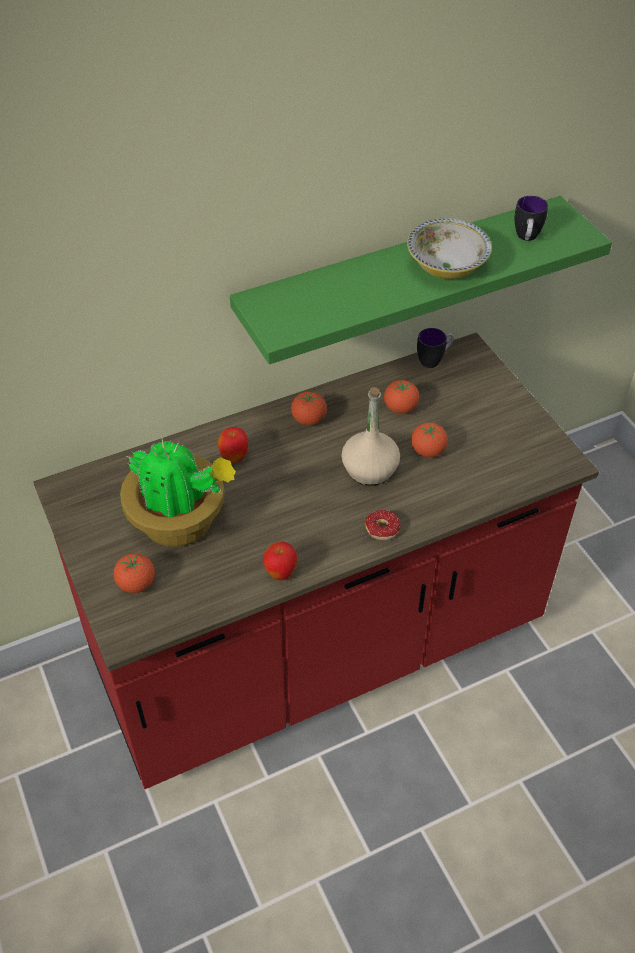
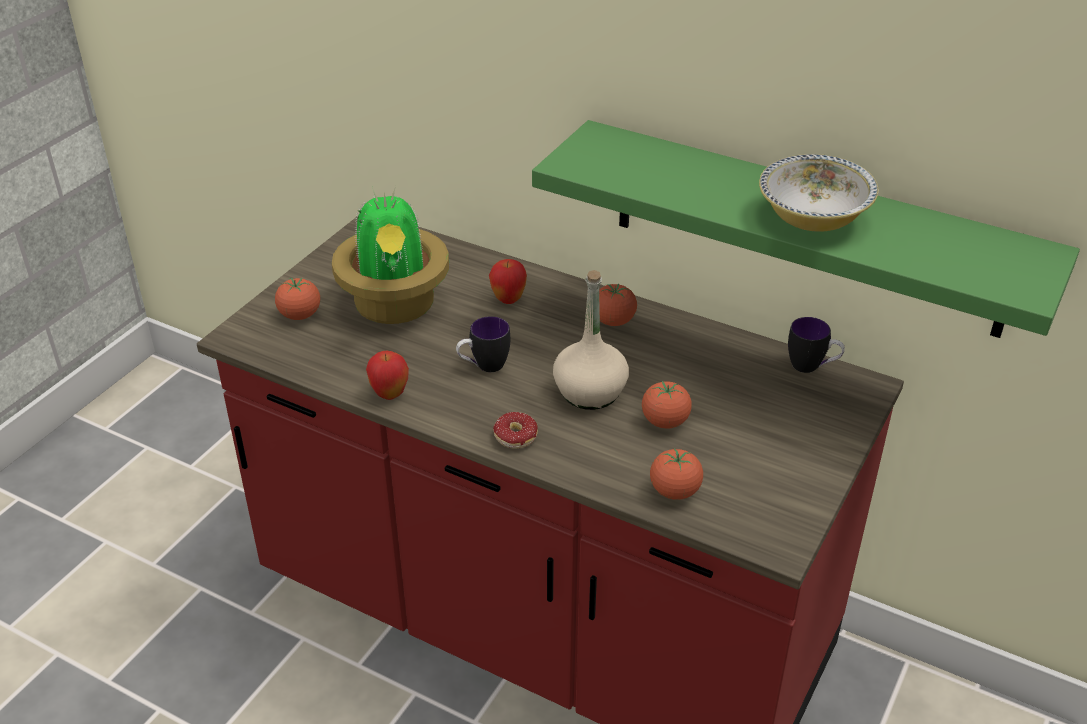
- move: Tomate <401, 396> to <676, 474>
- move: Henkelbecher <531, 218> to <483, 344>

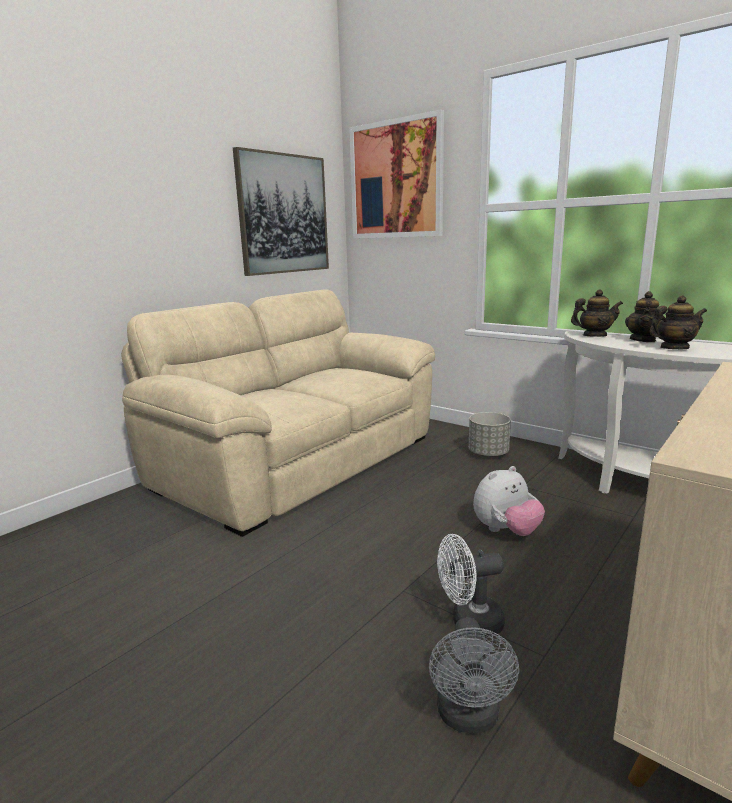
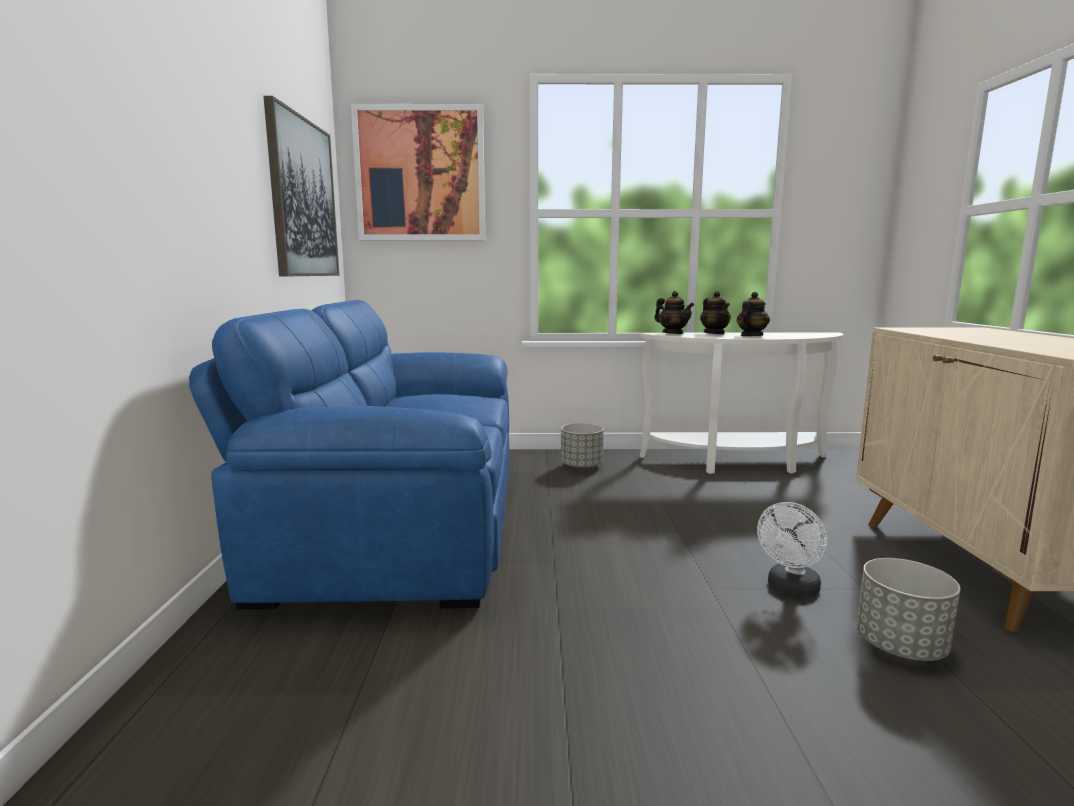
- delete: Plüschtier <509, 501>
- replace: Ventilator [grau] <474, 675> to Pflanzkübel [grau] <908, 609>
- recolor: Sofa [beige] <278, 413> to Sofa [blau] <349, 454>
- rotate: Teekanne <597, 313> = <674, 312> 90 degrees clockwise

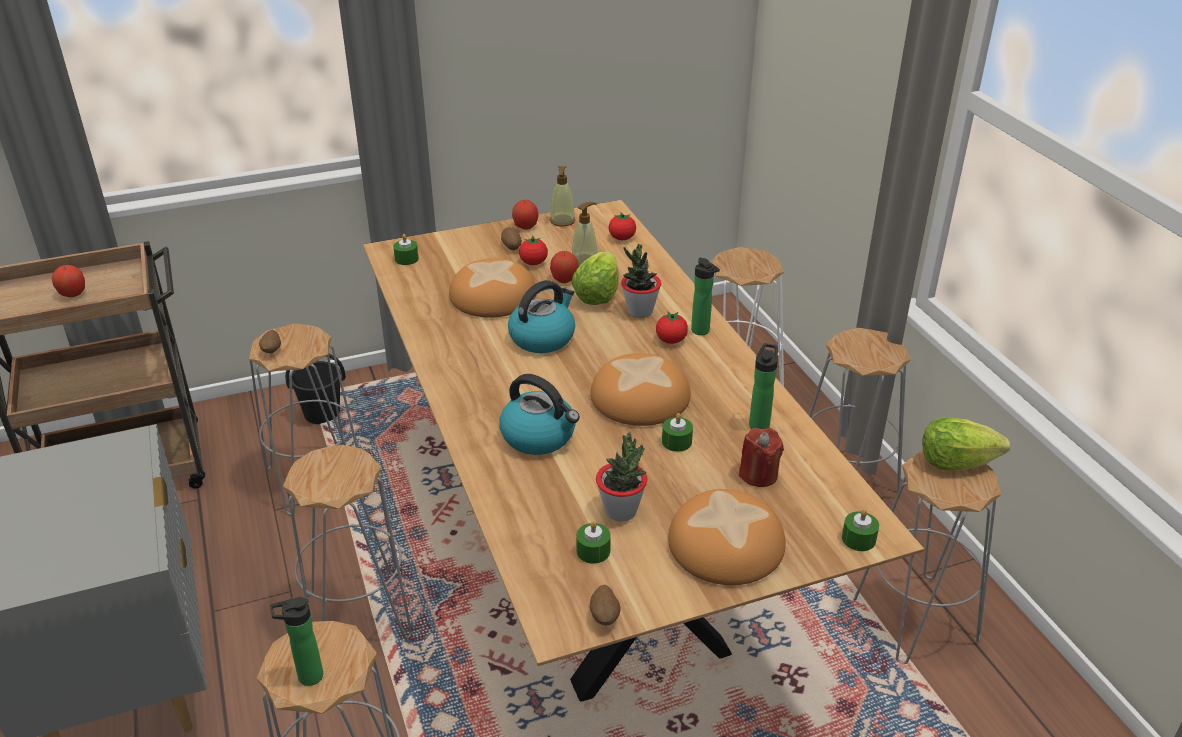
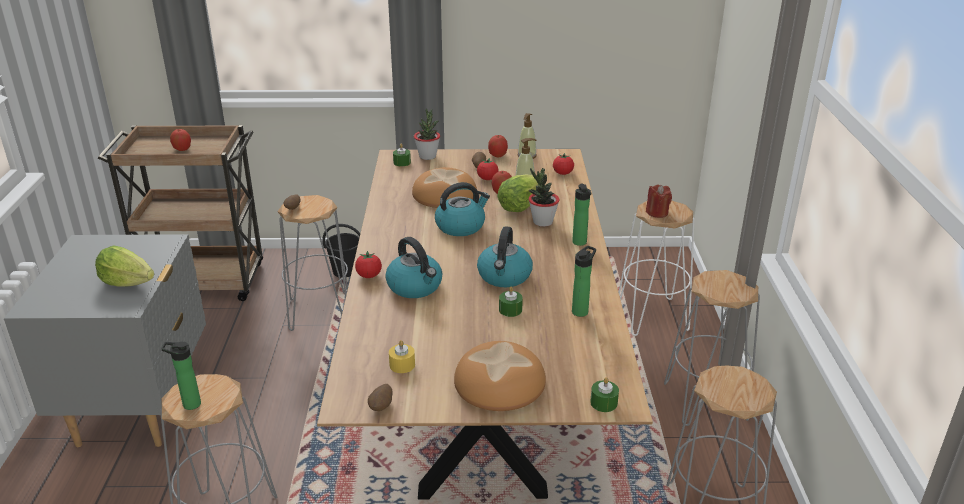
- delete: Hocker [grau] <347, 542>
- move: Topfpflanze <621, 476> to <427, 134>
- move: Tomate <672, 327> to <368, 264>
- move: Kerze [rot] <761, 457> to <659, 201>
- move: Salatkopf <966, 443> to <124, 266>
- replace: Brot <641, 389> to Wasserkessel <505, 256>
- recolor: Kerze [grün] <593, 542> to Kerze [gelb] <402, 356>

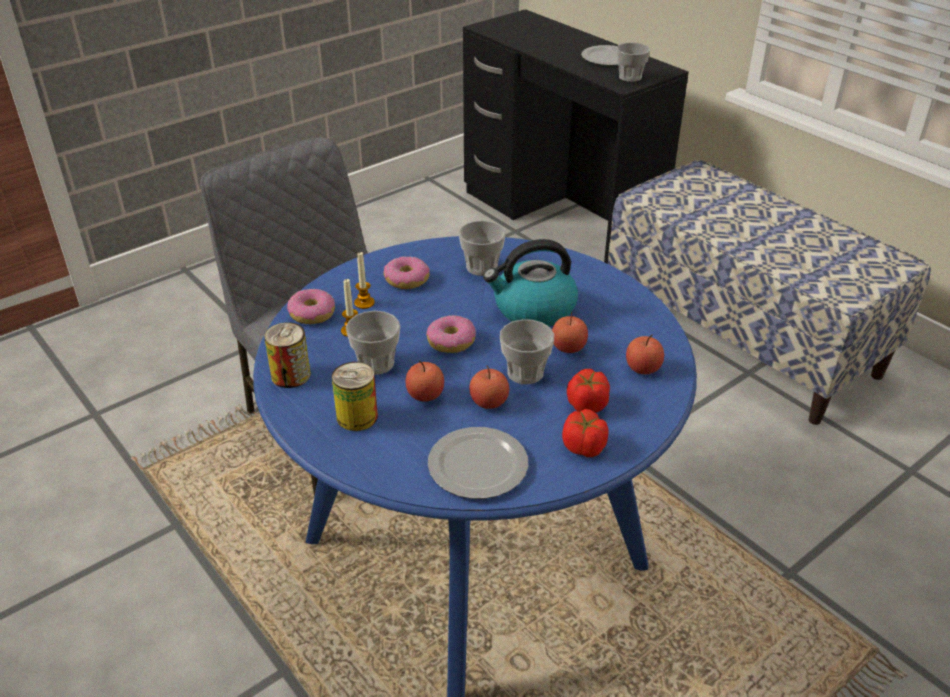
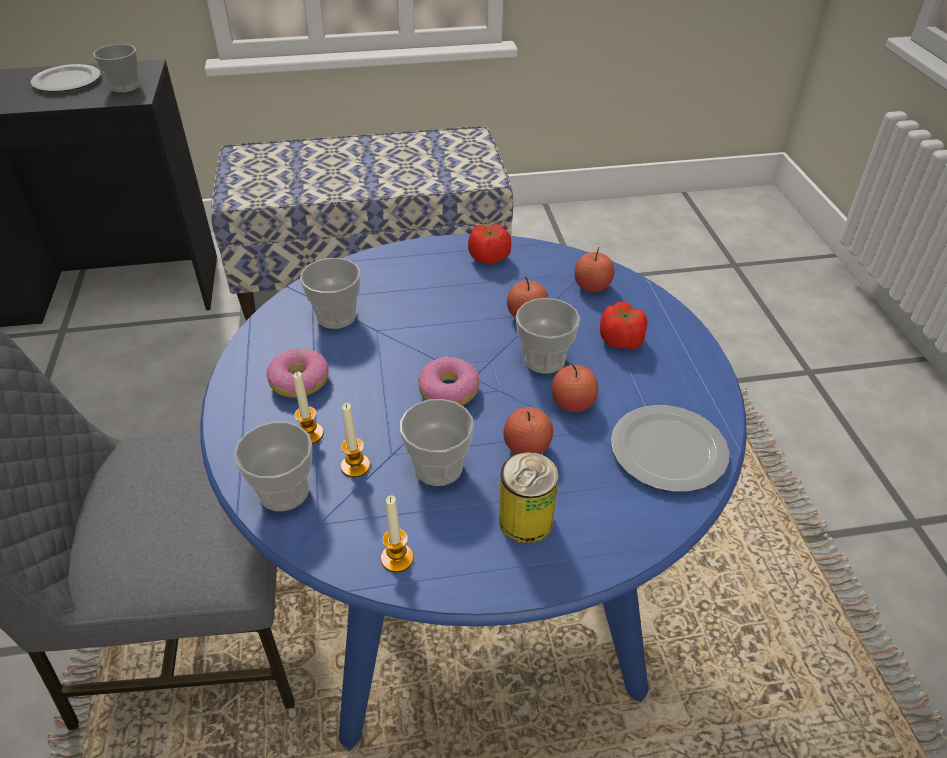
- delete: Wasserkessel <530, 283>
- move: Tomate <585, 433> to <489, 244>
- replace: Dose <287, 355> to Kerze <397, 533>
- replace: Donut <311, 306> to Tasse <273, 466>

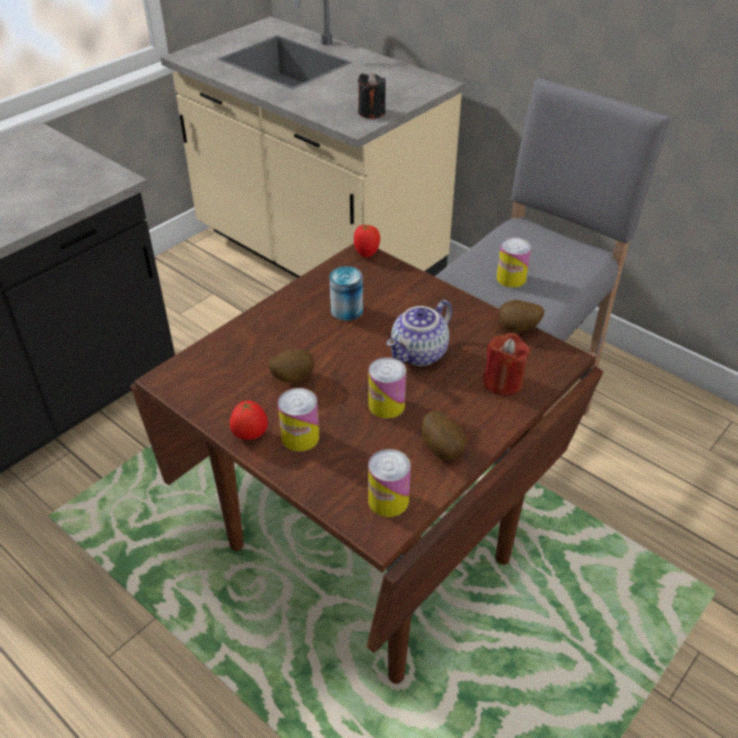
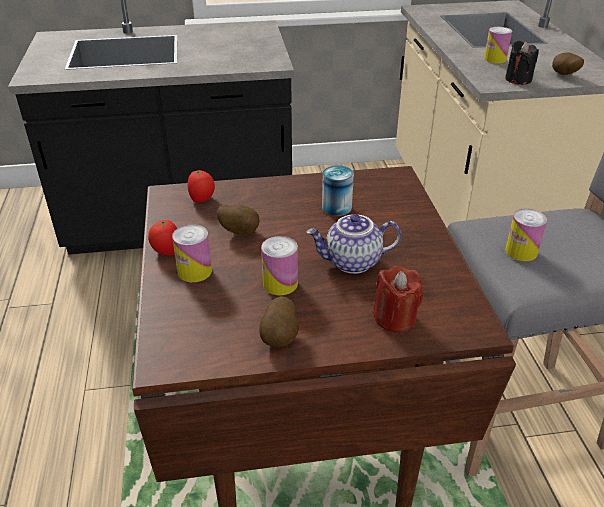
- move: Tomate <367, 241> to <201, 186>
- move: Dose <389, 483> to <498, 45>
- move: Kartoffel <521, 316> to <568, 64>

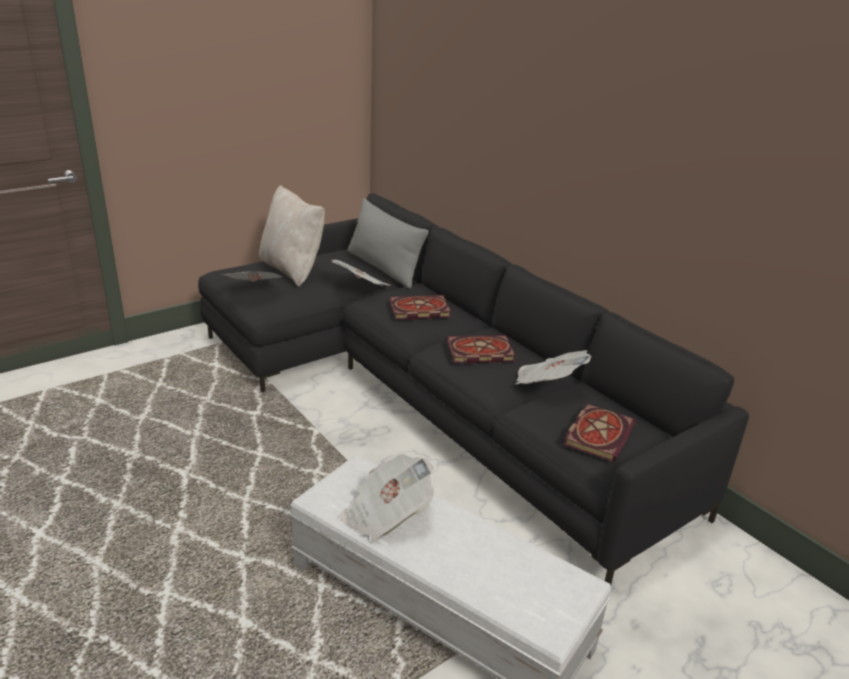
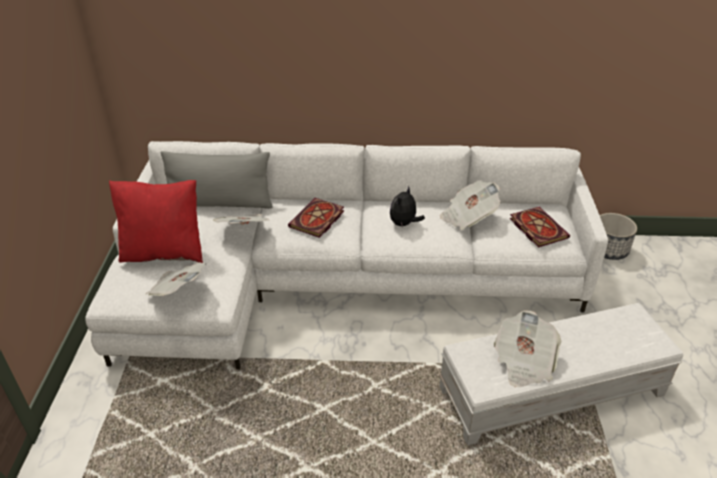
- insert: Pflanzkübel <618, 236>
- replace: Buch <481, 349> to Plüschtier <407, 206>
- recolor: Sofa [schwarz] <473, 389> to Sofa [weiß] <347, 255>
- recolor: Kissen [beige] <292, 236> to Kissen [rot] <156, 221>

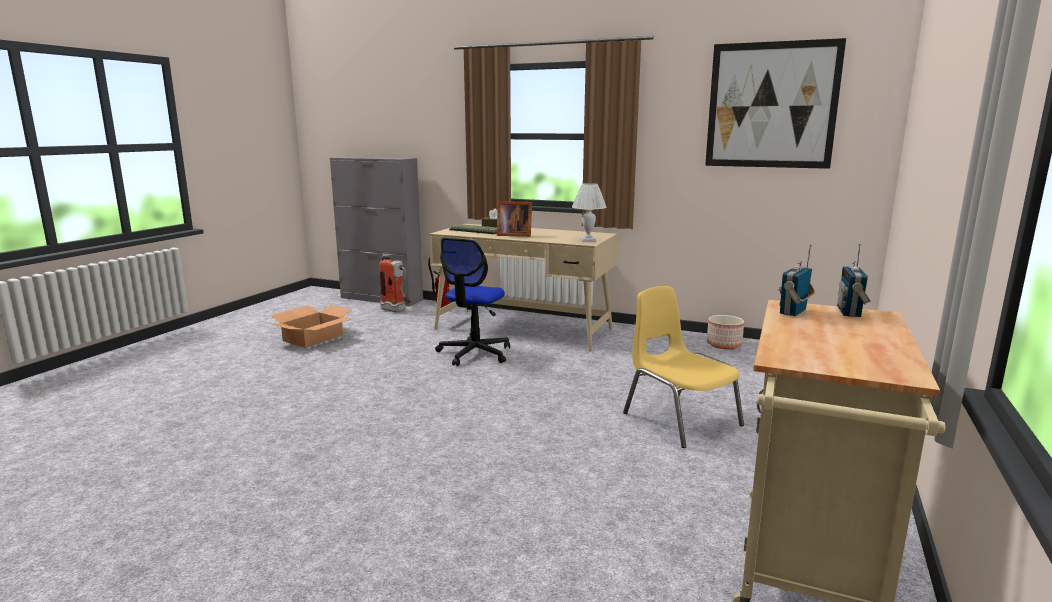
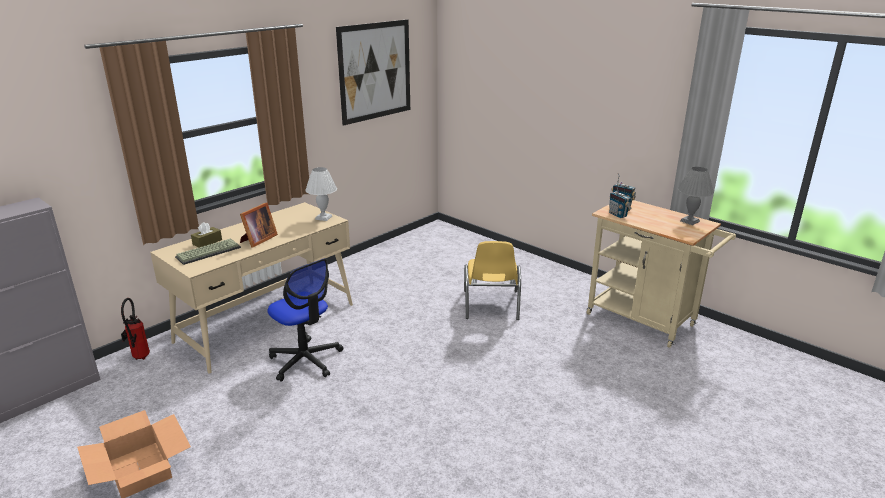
- delete: Feuerlöscher <395, 283>
- delete: Pflanzkübel <725, 332>
- insert: Tischlampe [grau] <696, 196>
- rotate: Stuhl [gelb] <683, 367> = <492, 280> 75 degrees counterclockwise

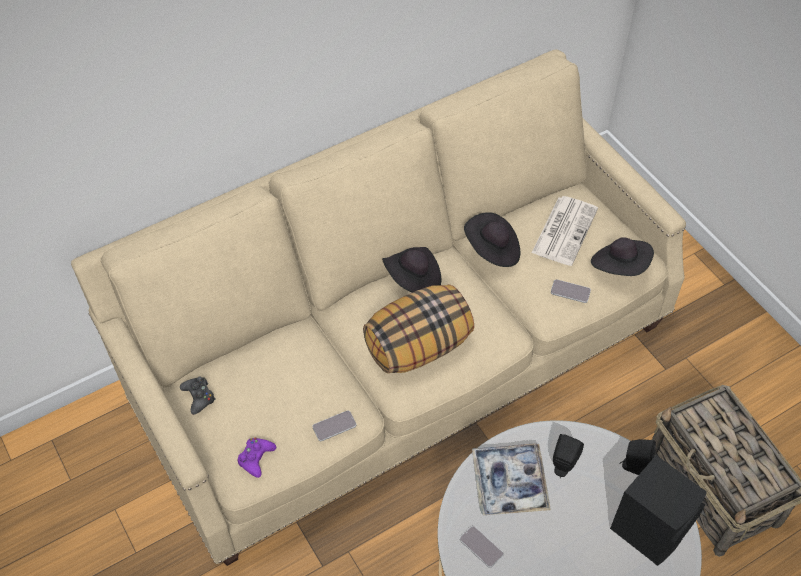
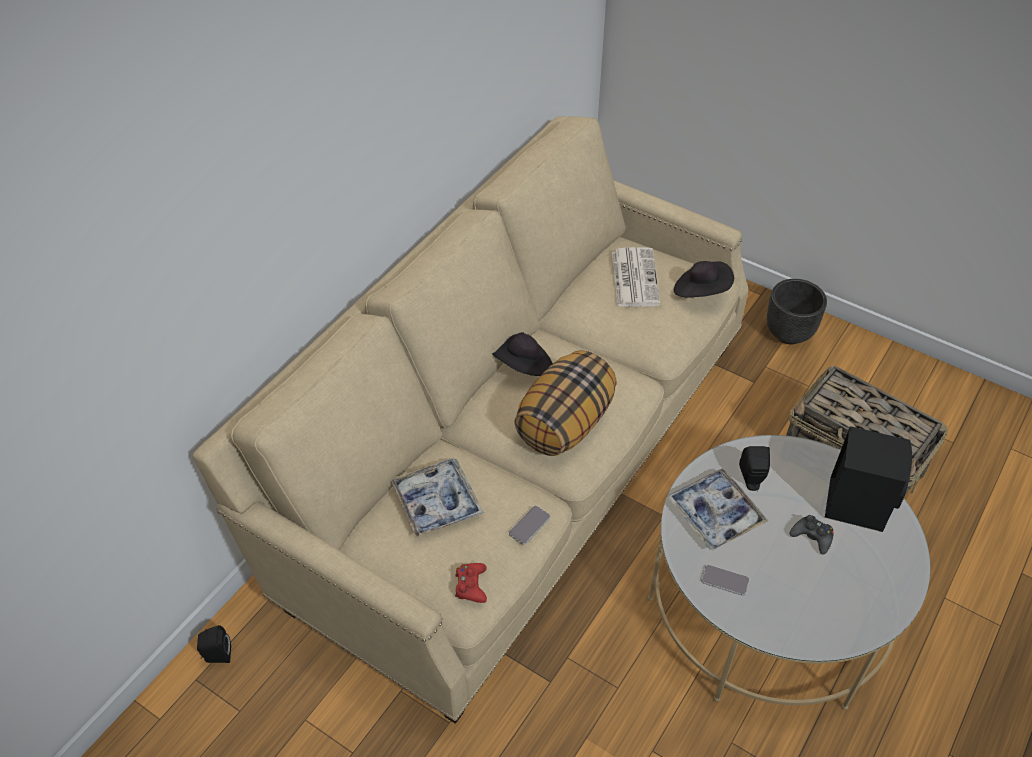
- delete: Hut [schwarz] <492, 239>
- delete: Handy <571, 291>
- insert: Tablett <437, 497>
- insert: Pflanzkübel [schwarz] <797, 311>
- move: Gamepad [schwarz] <198, 396> to <811, 535>
- move: Lautsprecher [schwarz] <637, 457> to <214, 644>
- recolor: Gamepad [lila] <257, 457> to Gamepad [rot] <471, 583>

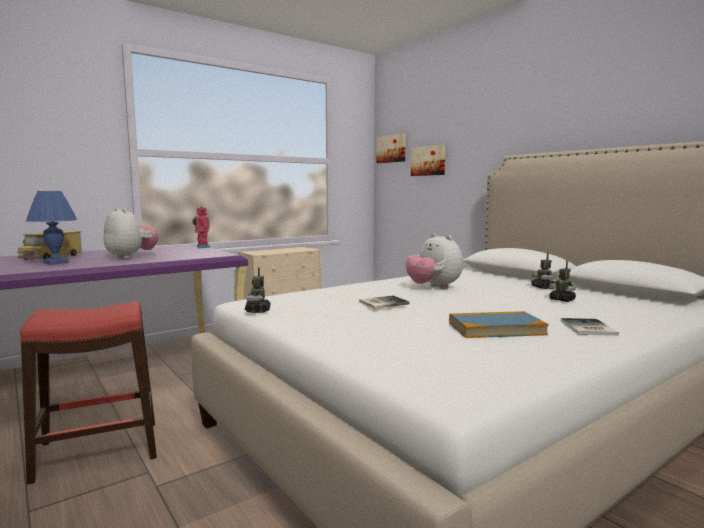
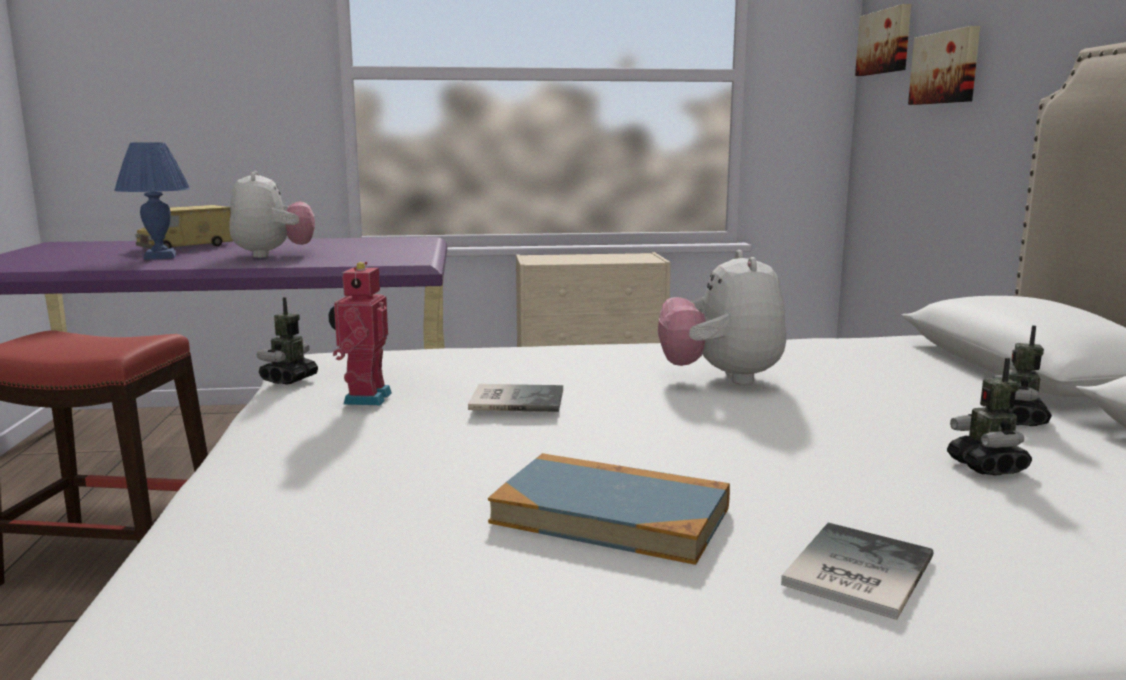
- move: Spielzeugroboter <201, 227> to <360, 333>

